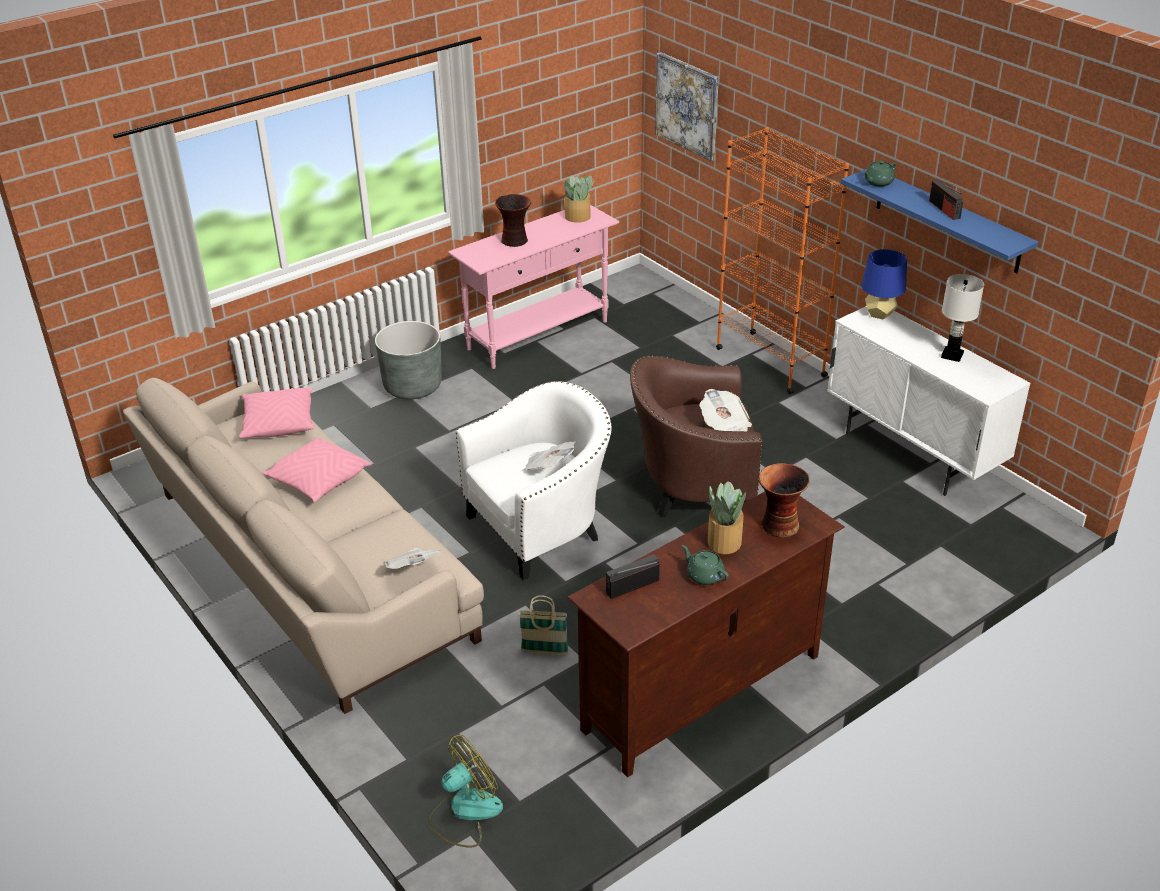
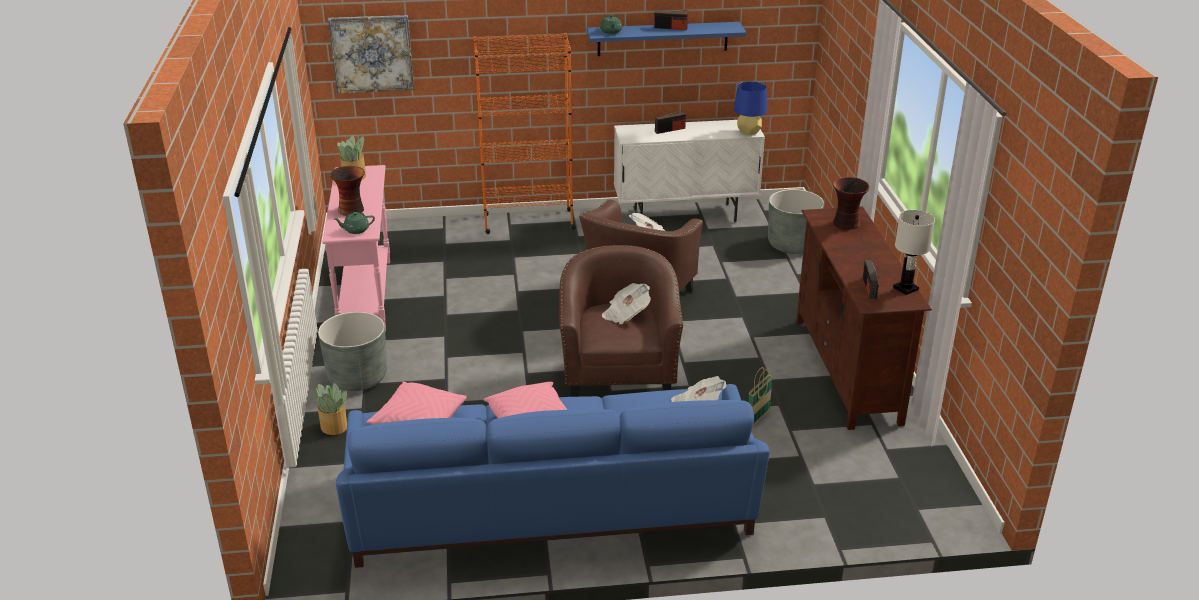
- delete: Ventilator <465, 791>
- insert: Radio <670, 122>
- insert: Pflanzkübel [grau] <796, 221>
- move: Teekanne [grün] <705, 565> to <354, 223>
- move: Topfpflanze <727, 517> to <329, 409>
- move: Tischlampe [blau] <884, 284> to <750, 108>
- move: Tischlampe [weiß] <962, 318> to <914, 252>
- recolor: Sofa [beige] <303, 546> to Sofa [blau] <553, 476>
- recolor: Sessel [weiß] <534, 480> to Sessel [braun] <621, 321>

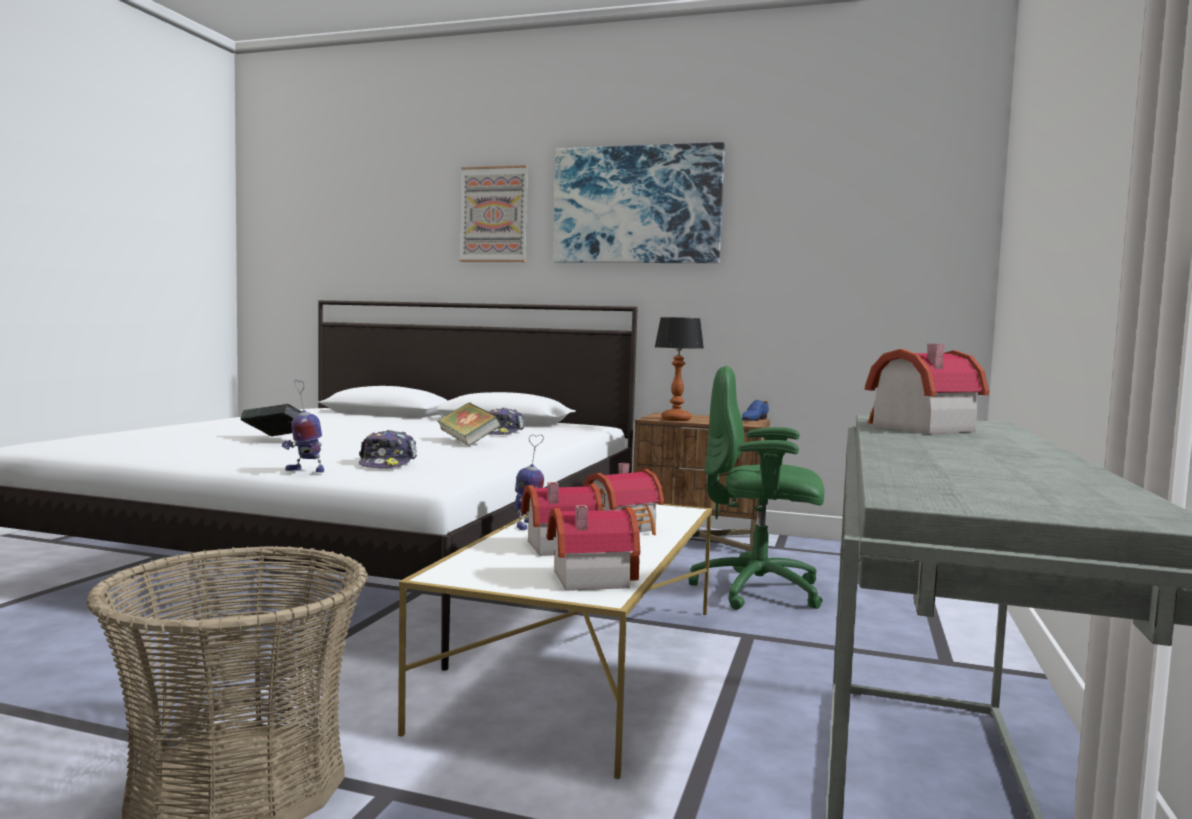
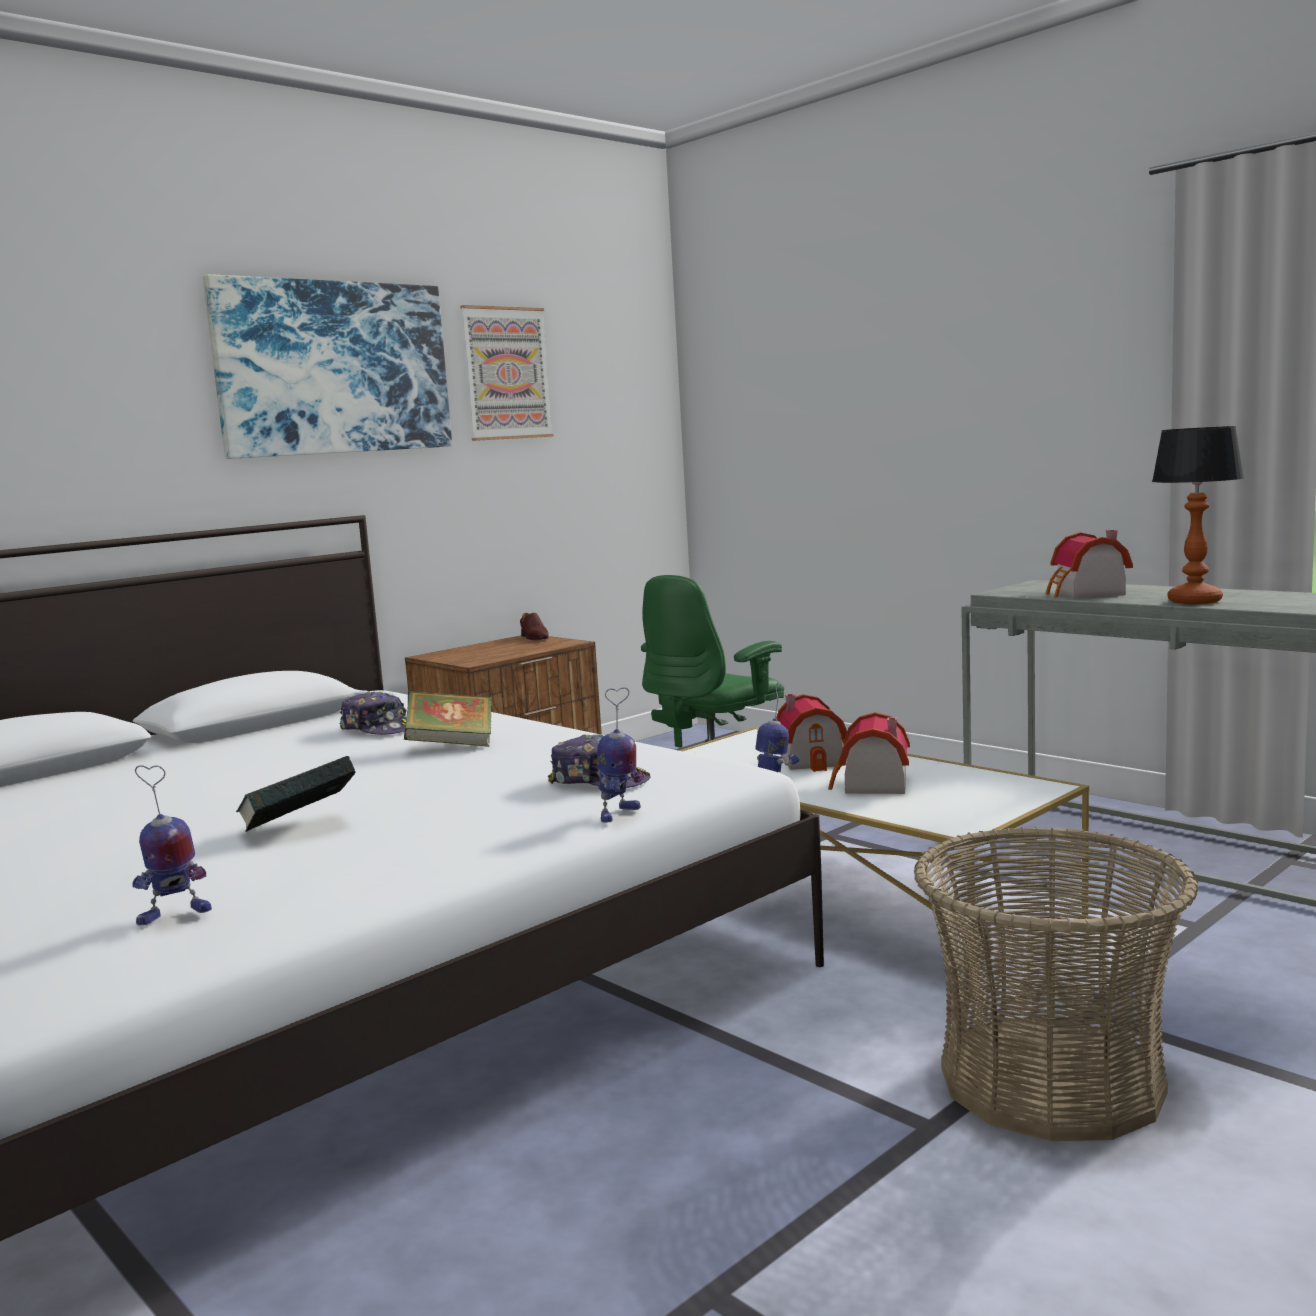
- delete: Spielzeughaus <593, 548>
- insert: Spielzeugroboter <172, 846>
- move: Bild <494, 213> to <507, 373>
- move: Tischlampe <679, 369> to <1198, 515>
- recolor: Schuh [blau] <755, 410> to Schuh [braun] <534, 626>

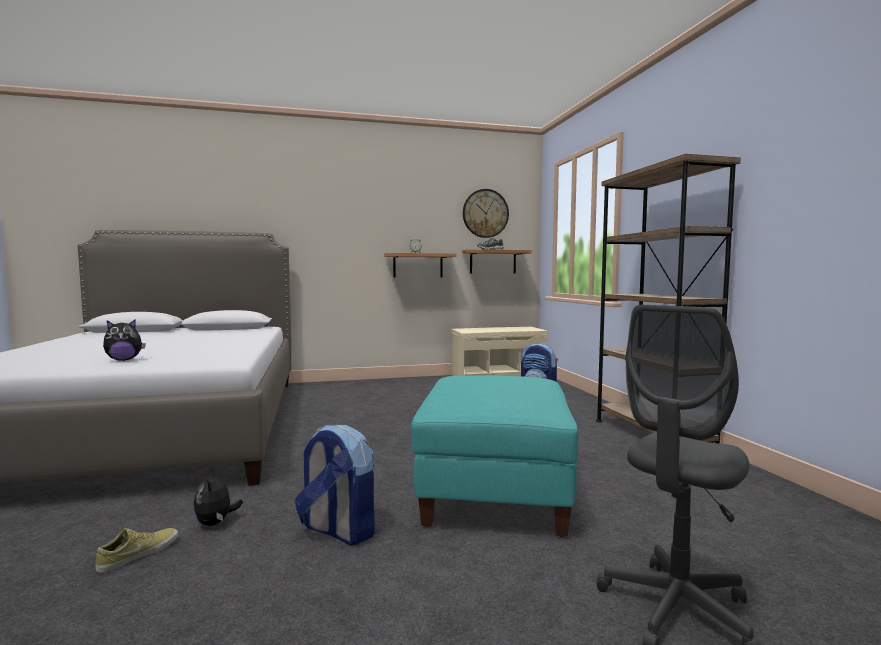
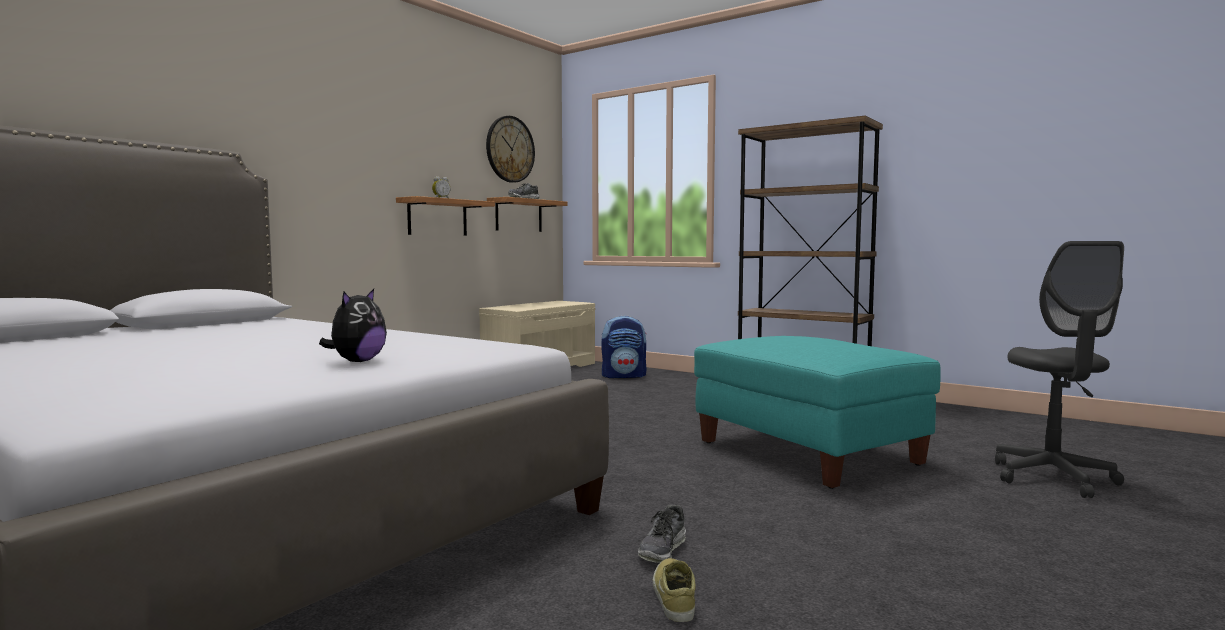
- delete: Rucksack <335, 484>
- replace: Plüschtier <218, 497> to Schuh <662, 534>

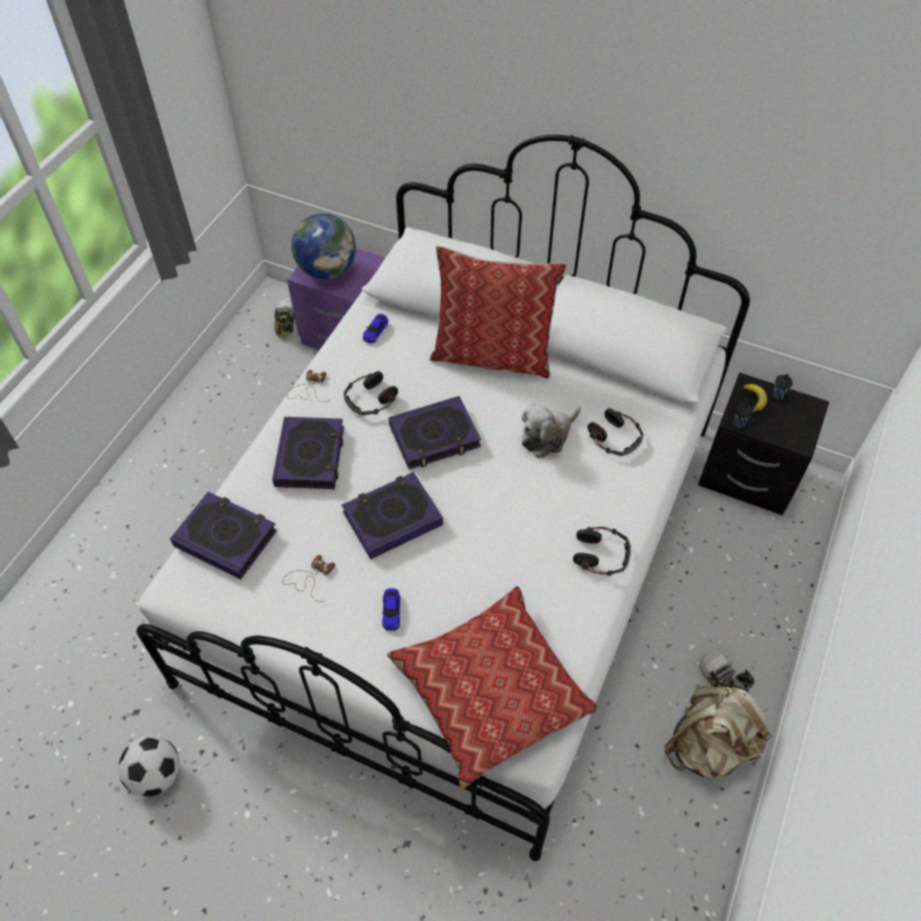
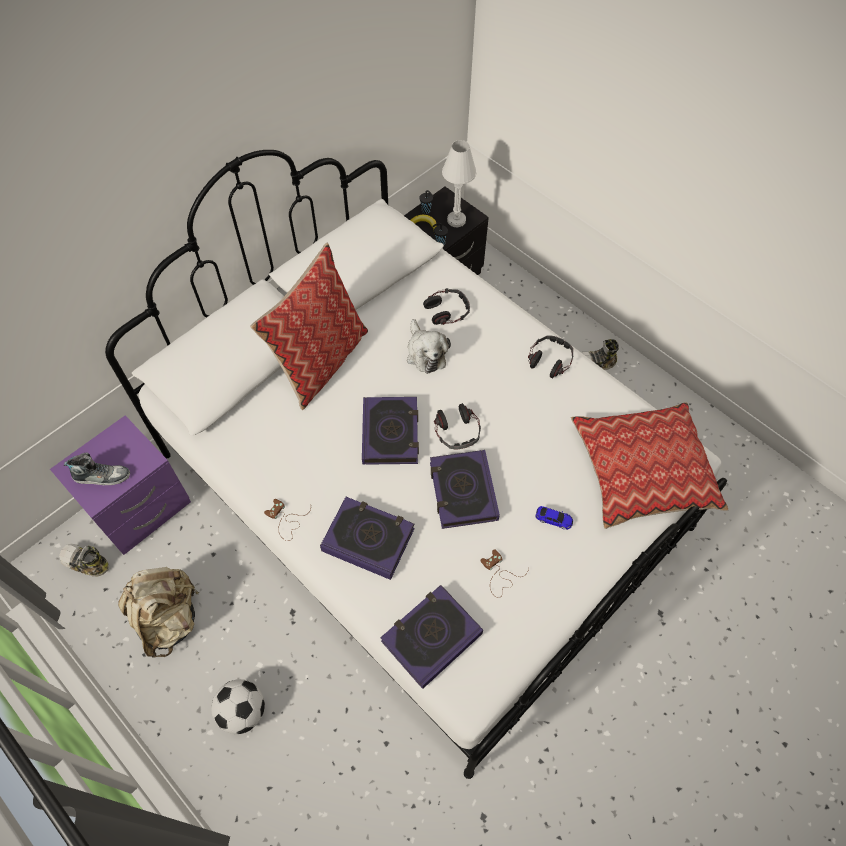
- delete: Spielzeugauto <375, 328>
- insert: Tischlampe [weiß] <459, 183>
- move: Fußball <149, 766> to <238, 706>
- move: Kopfhörer <371, 393> to <457, 426>
- move: Rucksack [beige] <717, 733> to <159, 612>
- replace: Globus <323, 246> to Schuh <97, 468>

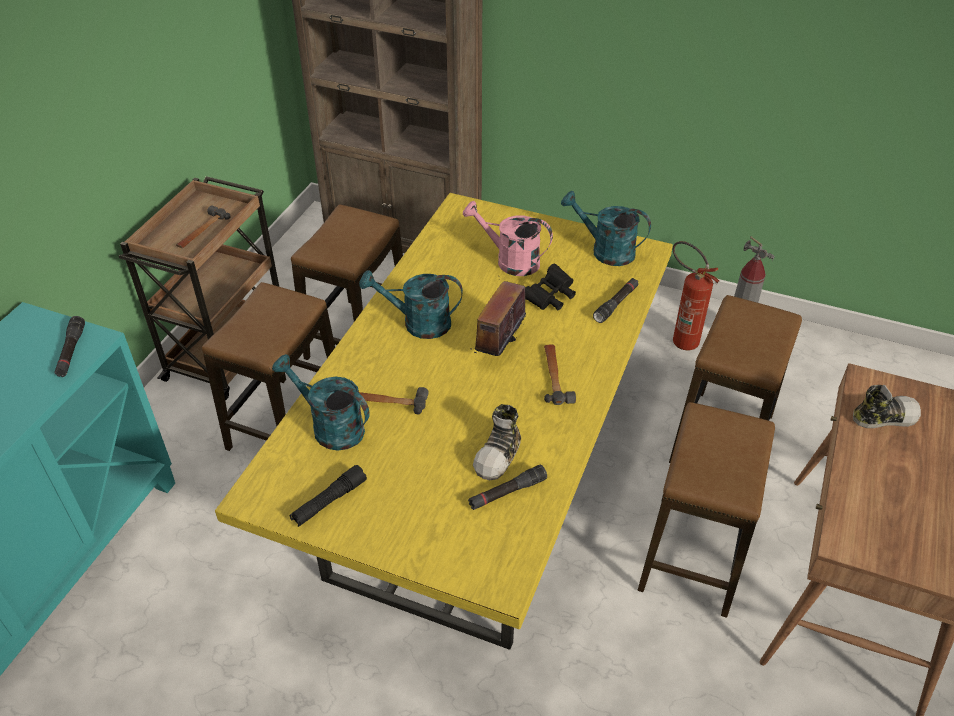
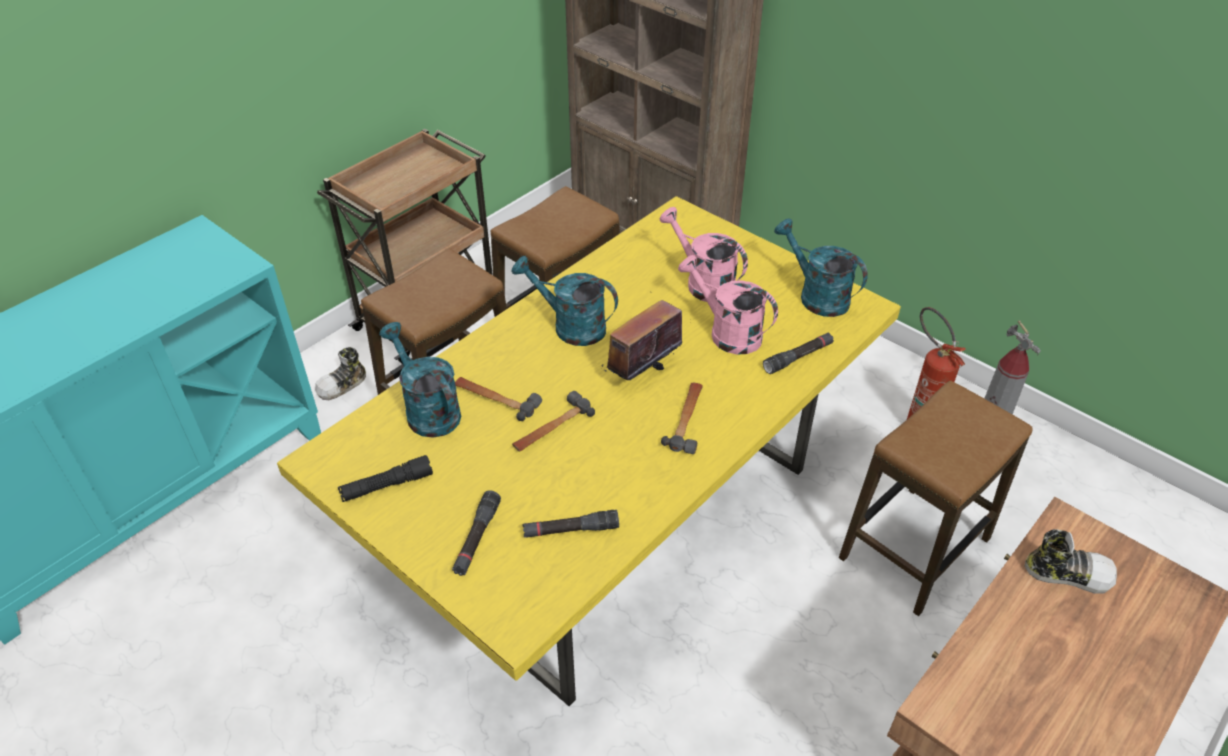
- delete: Hocker <706, 510>
- move: Taschenlampe [schwarz] <69, 346> to <476, 533>
- move: Hammer <203, 227> to <553, 421>
- move: Schuh <497, 442> to <340, 373>
- replace: Fernglas [schwarz] <550, 287> to Gießkanne [rosa] <728, 305>

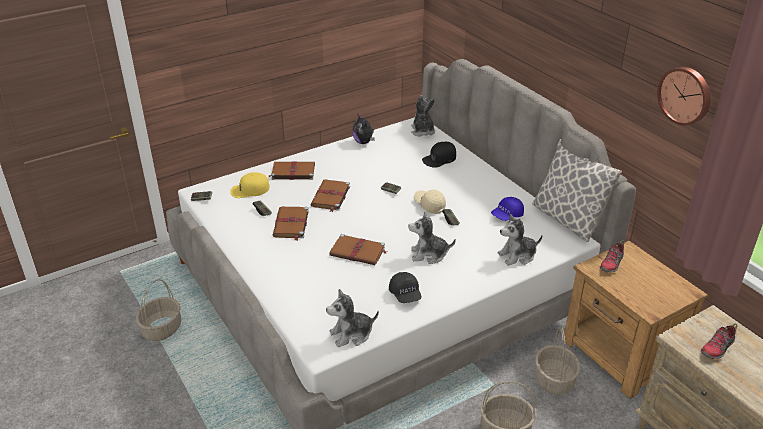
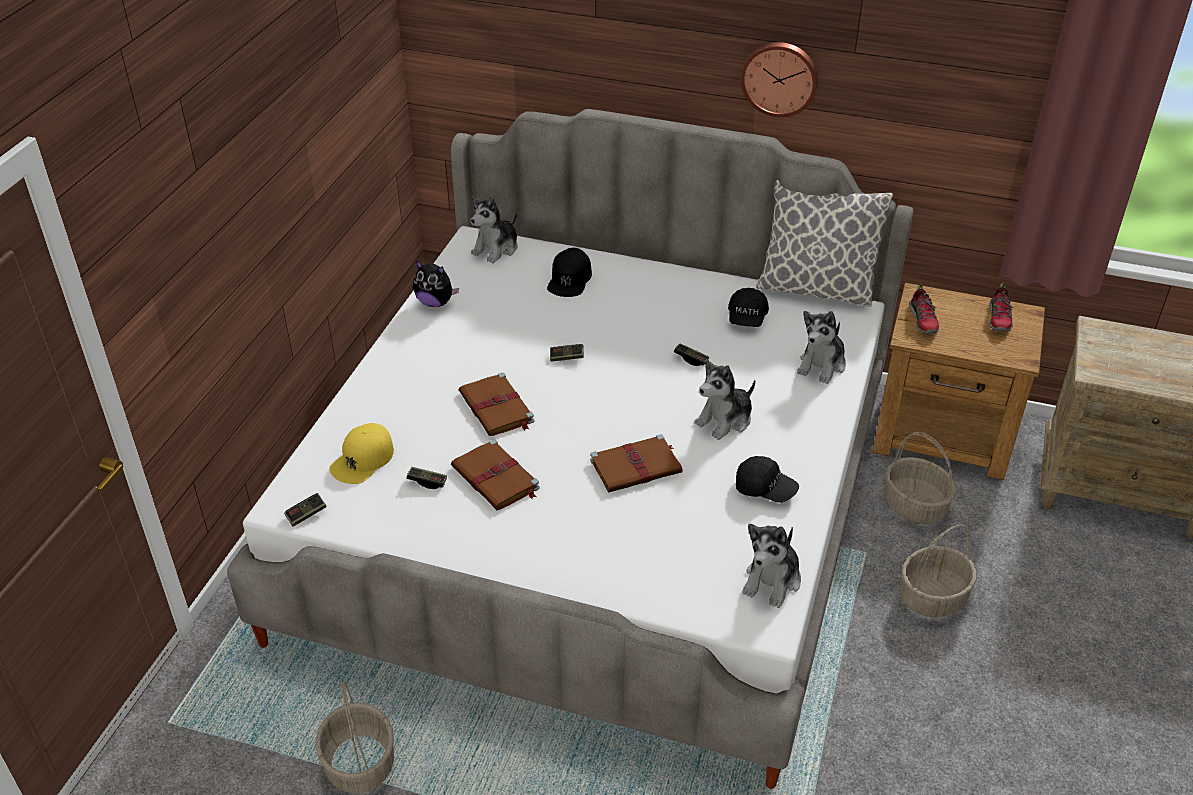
- delete: Buch [braun] <291, 170>
- delete: Kappe [beige] <430, 201>
- move: Wanduhr <684, 96> to <779, 79>
- move: Schuh <719, 341> to <1001, 307>
- recolor: Kappe [blau] <507, 209> to Kappe [schwarz] <748, 307>
- rotate: Plüschtier <423, 116> = <494, 229> 90 degrees counterclockwise

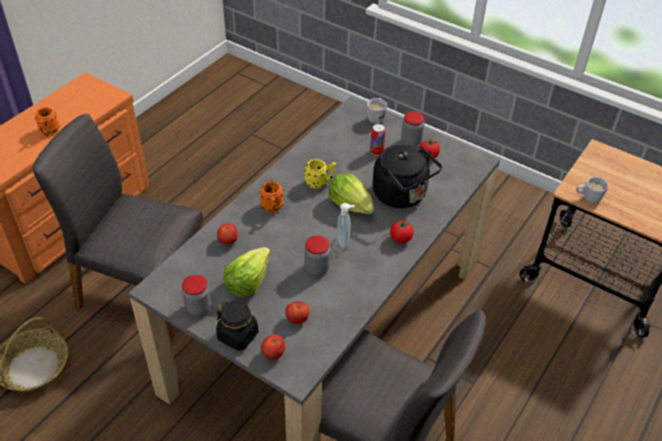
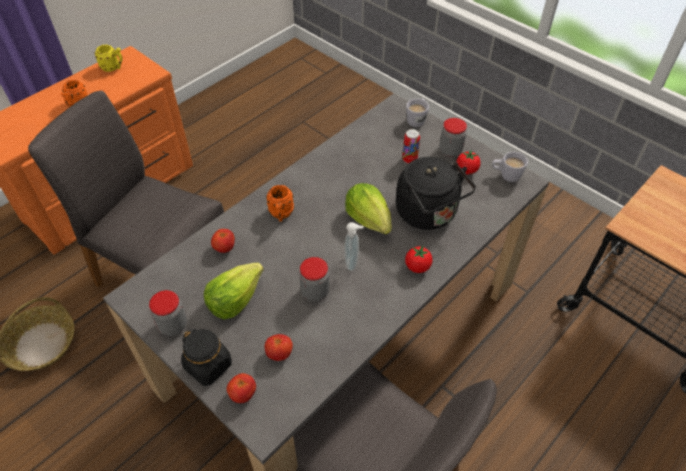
- move: Henkelbecher [gelb] <320, 174> to <109, 58>
- move: Henkelbecher [weiß] <592, 190> to <510, 167>

